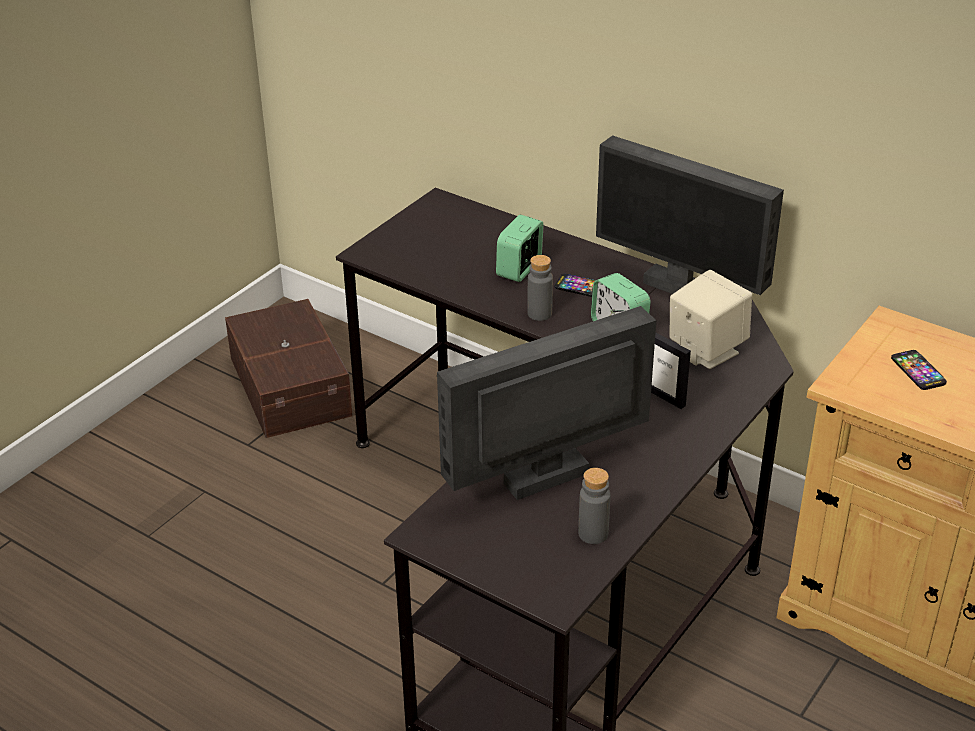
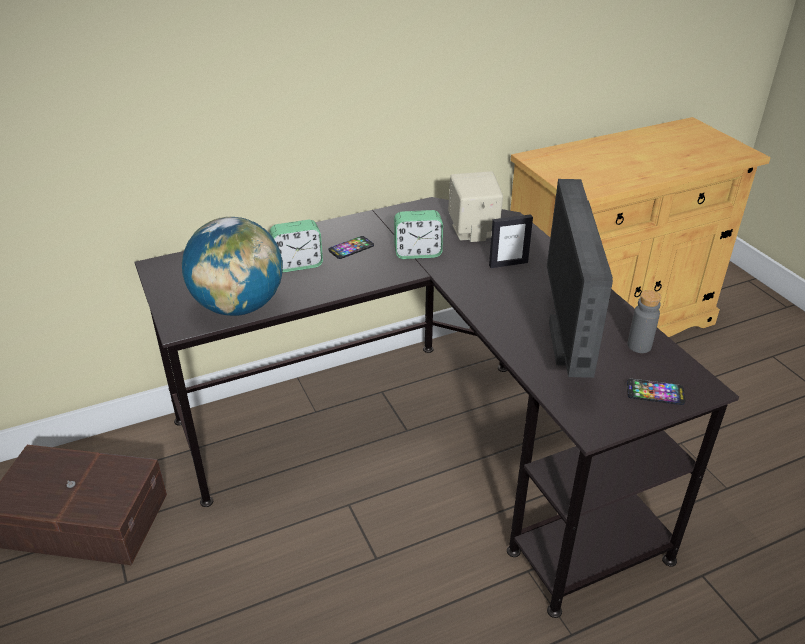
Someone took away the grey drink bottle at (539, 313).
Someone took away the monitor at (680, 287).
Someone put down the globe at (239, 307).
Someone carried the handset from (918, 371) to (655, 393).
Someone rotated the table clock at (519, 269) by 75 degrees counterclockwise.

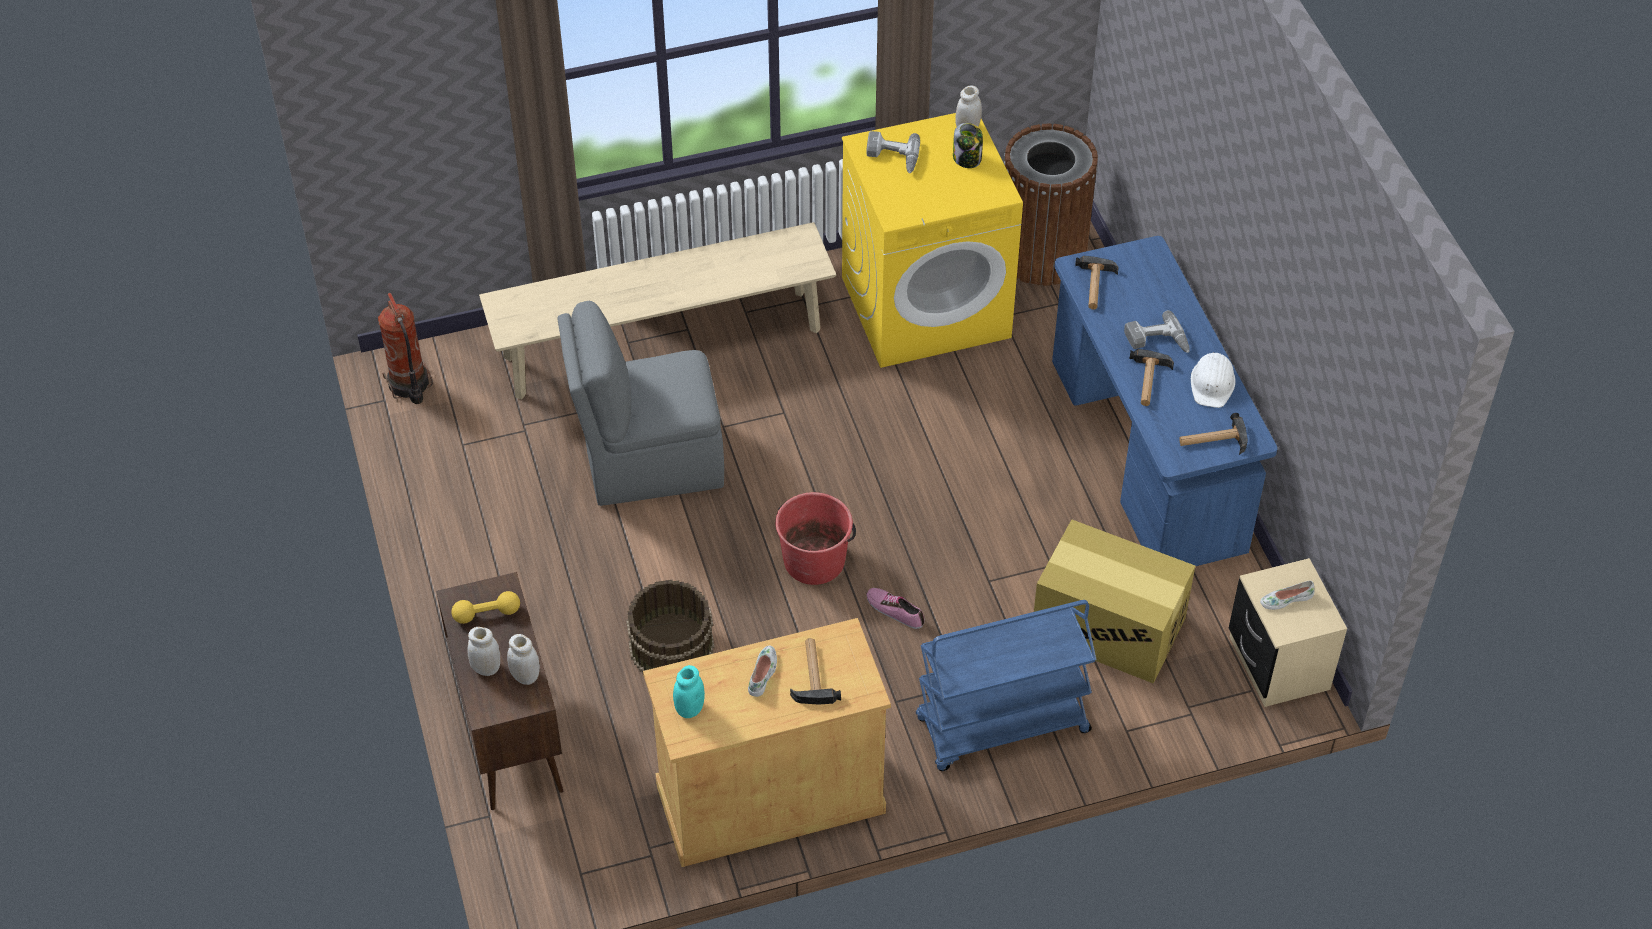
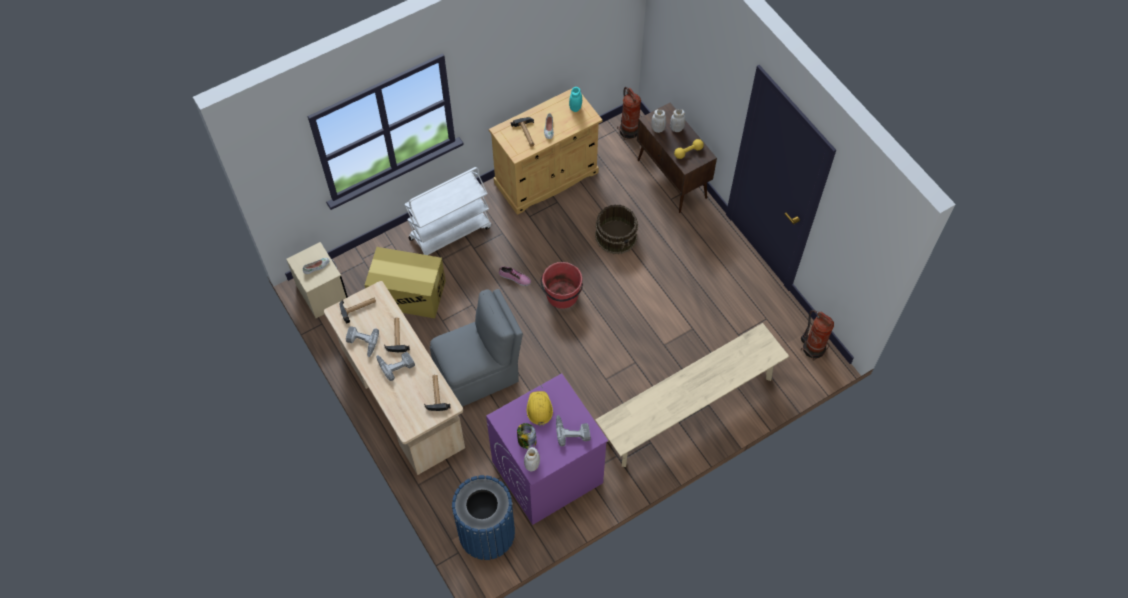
Someone put down the yellow-coloured work helmet at (539, 409).
Someone put down the fire-fighting cylinder at (629, 129).
Someone carried the grey upright chair from (649, 460) to (478, 373).
Someone swapped the white-coloured work helmet at (1212, 383) for the drill at (361, 343).
Someone repainted the yellow-coloured washing machine at (926, 306), which became the purple washing machine at (547, 473).
Someone repainted the bluish cart at (1001, 727), which became the white-coloured cart at (450, 232).
Someone repainted the brown-coloured trash can at (1042, 253), which became the bluish trash can at (486, 533).
Someone repainted the bluish desk unit at (1147, 456), which became the sand-coloured desk unit at (402, 398).

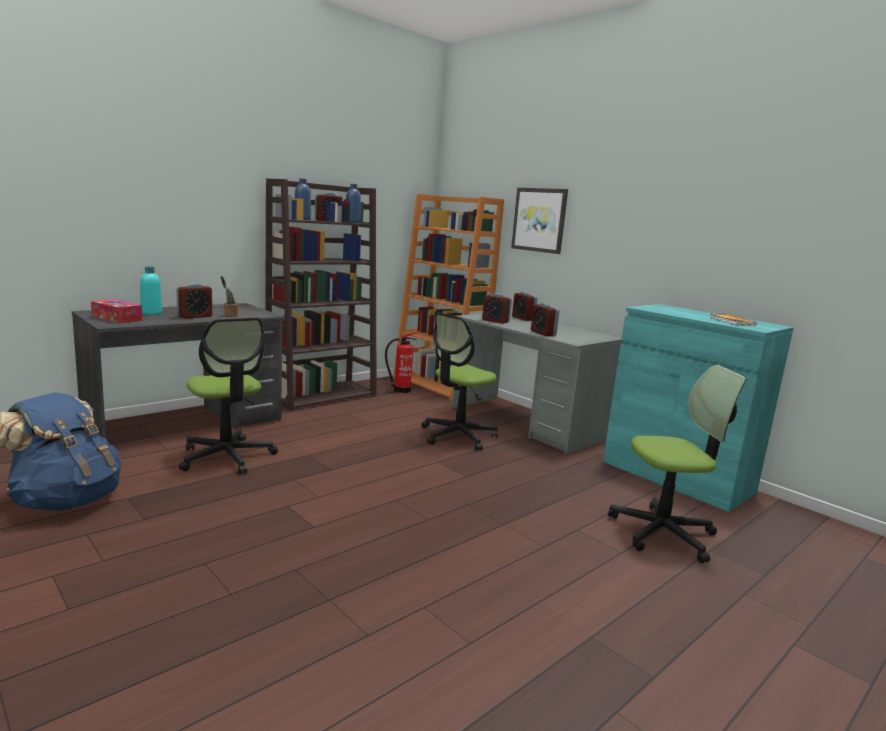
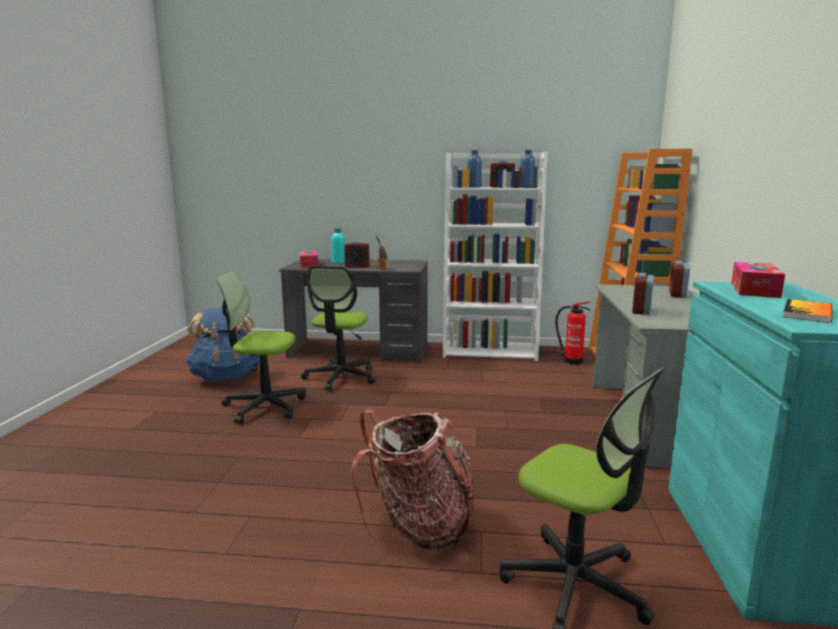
Someone took away the table clock at (495, 321).
Someone took away the wall art at (539, 220).
Someone put down the rucksack at (419, 526).
Someone put down the box of tissues at (754, 290).
Someone carried the computer chair from (457, 436) to (264, 406).
Someone repainted the brown-coloured bookcase at (322, 395), which became the white-coloured bookcase at (490, 351).

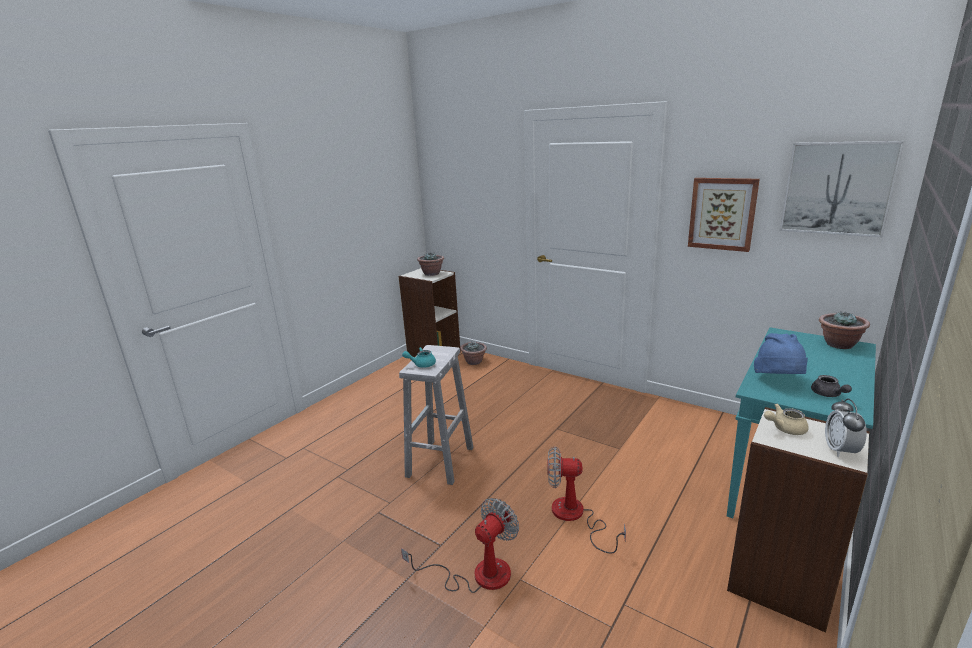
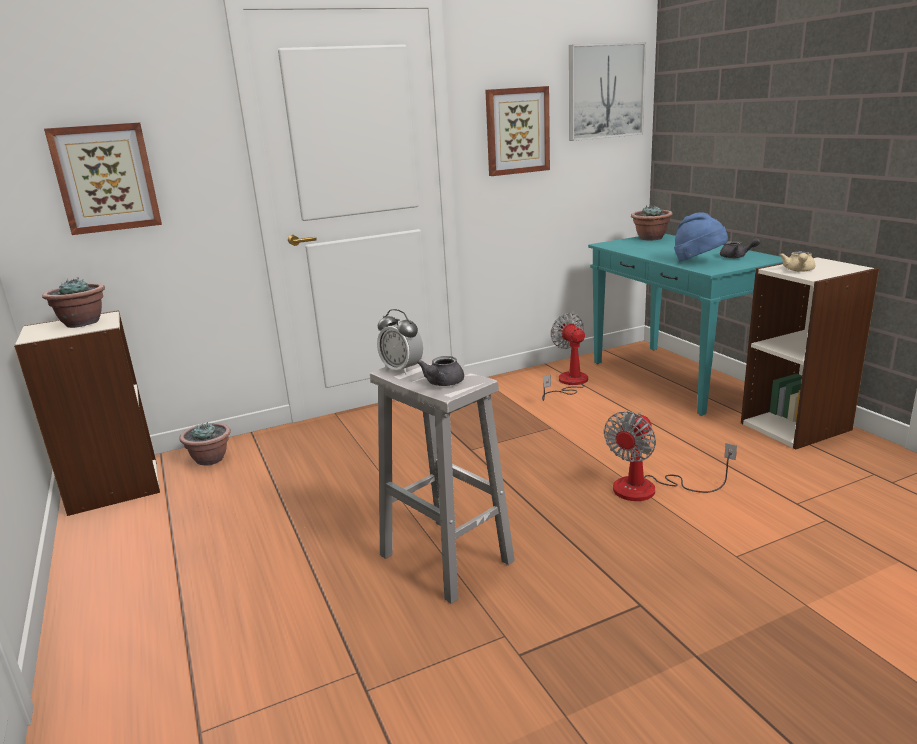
Someone put up the wall art at (106, 178).
Someone carried the cooling fan from (478, 574) to (568, 383).
Someone carried the table clock from (840, 450) to (402, 370).
Someone repainted the turquoise-coloured tea pot at (421, 364), which became the grey tea pot at (442, 383).

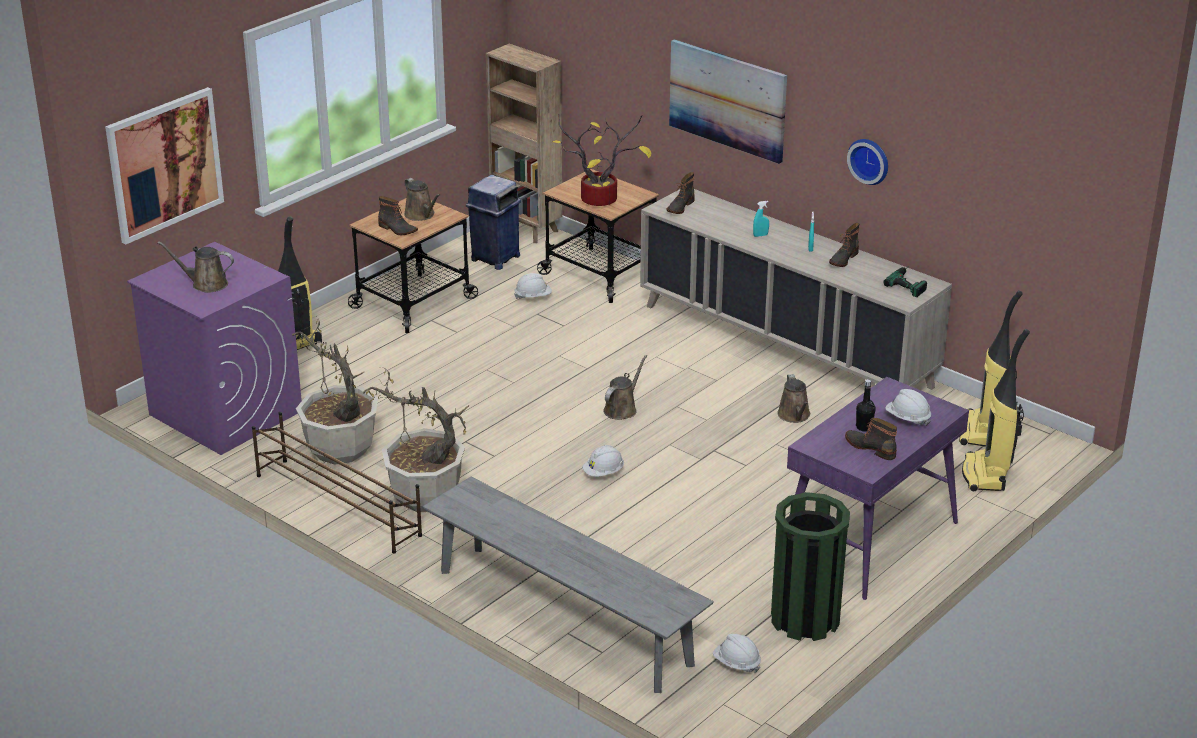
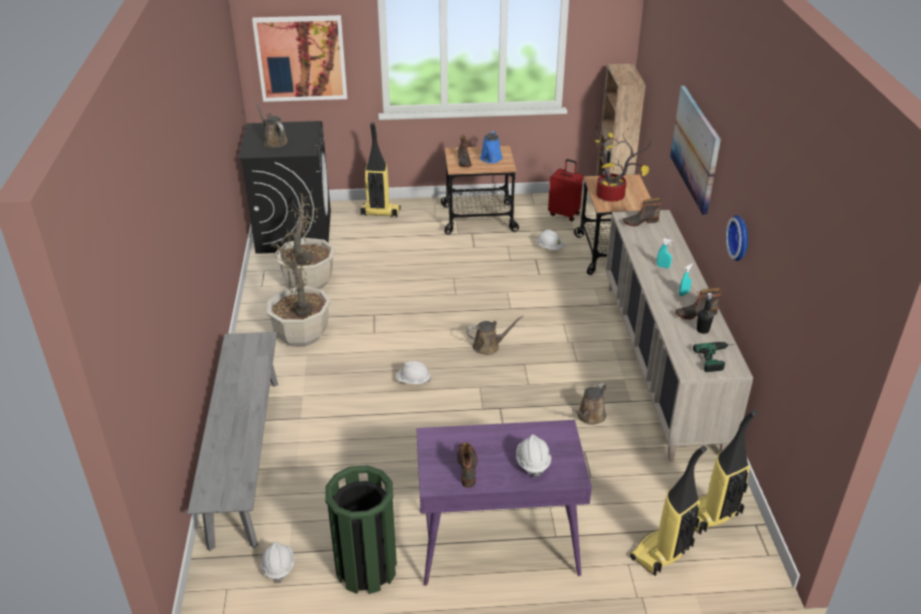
Someone took away the brown-coloured shoe shelf at (337, 504).
Someone carried the blackish drink bottle from (864, 427) to (702, 330).
Someone swapped the bluish trash can at (495, 258) for the reddish suitcase at (564, 214).
Someone repainted the purple washing machine at (224, 412), which became the blackish washing machine at (294, 231).
Someone repainted the brown-coloured sprinkling can at (421, 215), which became the bluish sprinkling can at (490, 159).

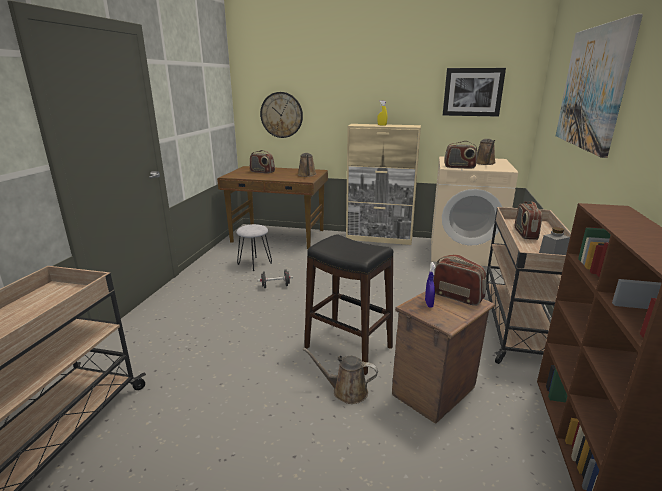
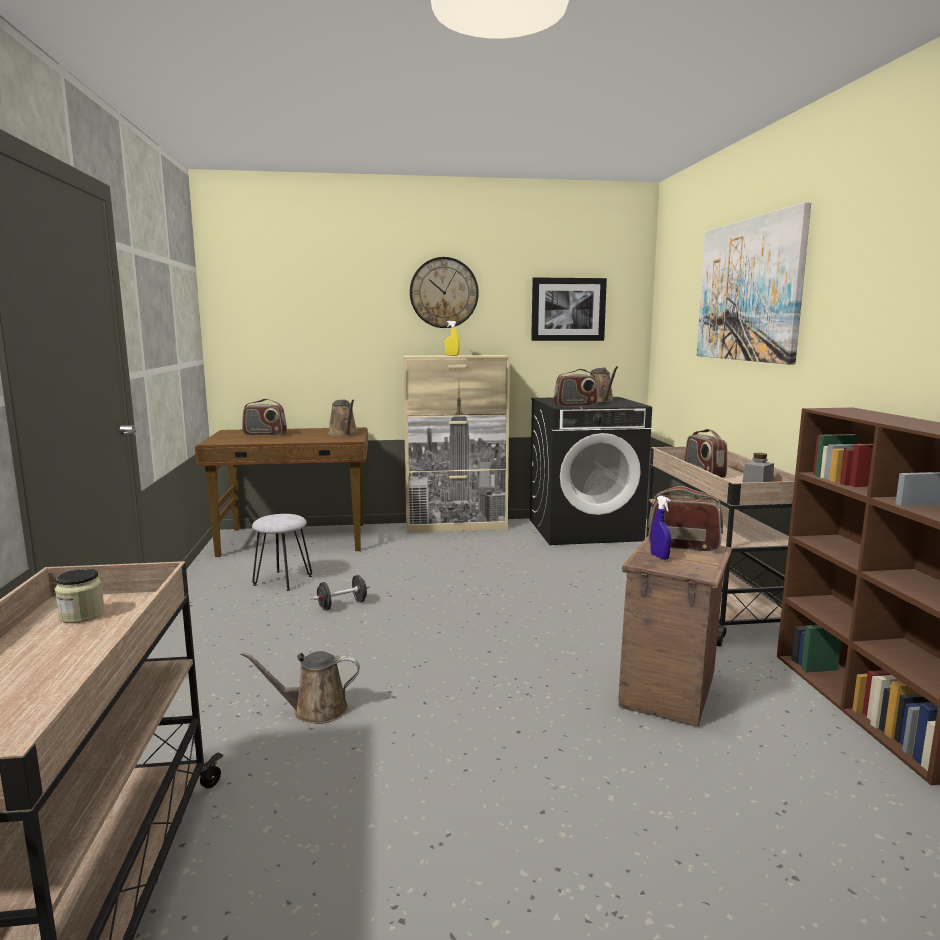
Someone took away the blackish stool seat at (349, 347).
Someone put down the storage jar at (82, 615).
Someone carried the wall clock from (281, 115) to (444, 293).
Someone carried the brown-coloured sprinkling can from (346, 391) to (314, 710).
Someone repainted the sand-coloured washing machine at (464, 252), which became the blackish washing machine at (584, 529).

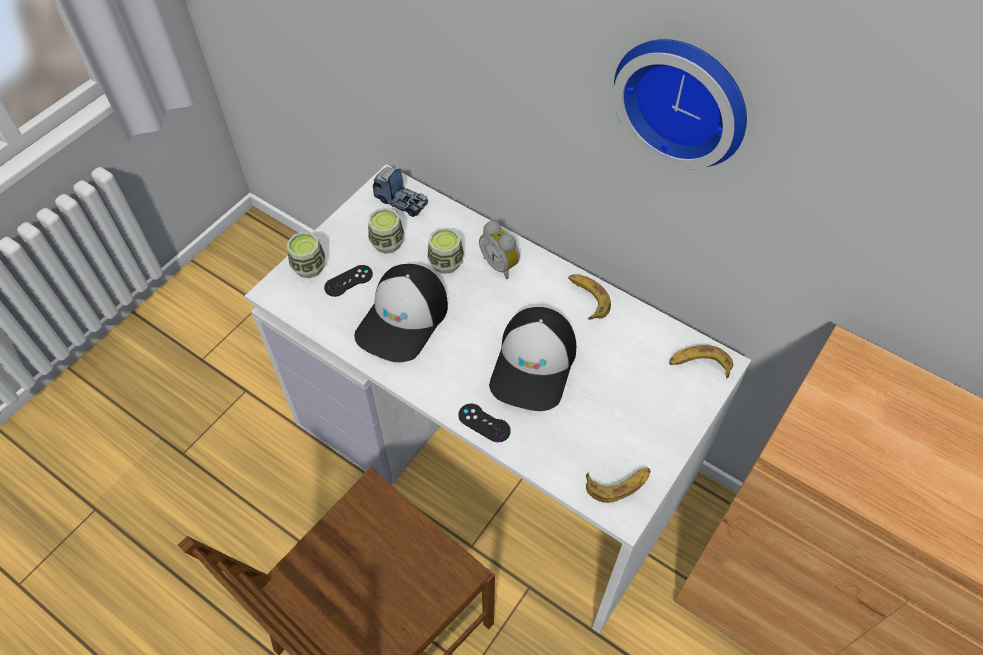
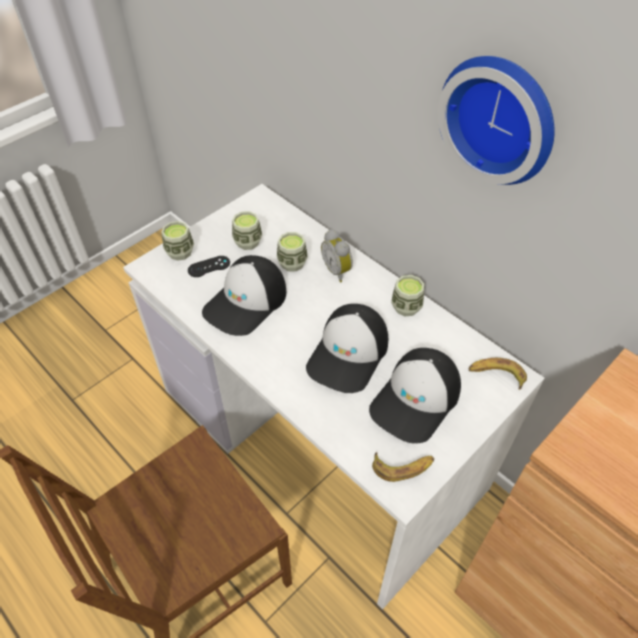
Someone took away the model truck at (401, 201).
Someone took away the blackish joypad at (484, 423).
Someone put down the peaked cap at (416, 400).
Someone swapped the banana at (587, 298) for the cup at (406, 307).

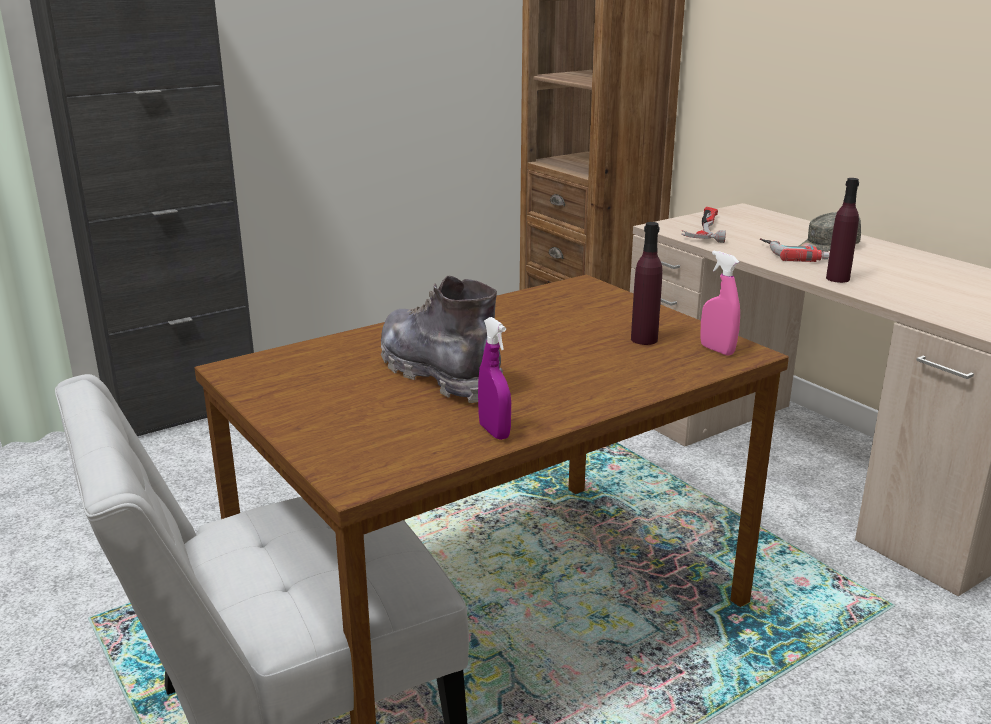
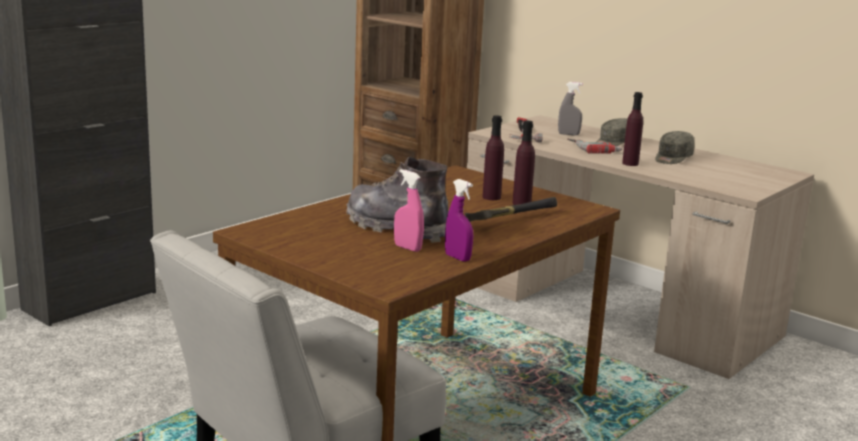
Someone put down the hammer at (507, 220).
Someone put down the purple drink bottle at (491, 197).
Someone put down the grey hand sprayer at (568, 134).
Someone put down the grey peaked cap at (672, 158).
Someone carried the pink-coloured hand sprayer from (717, 350) to (407, 248).

